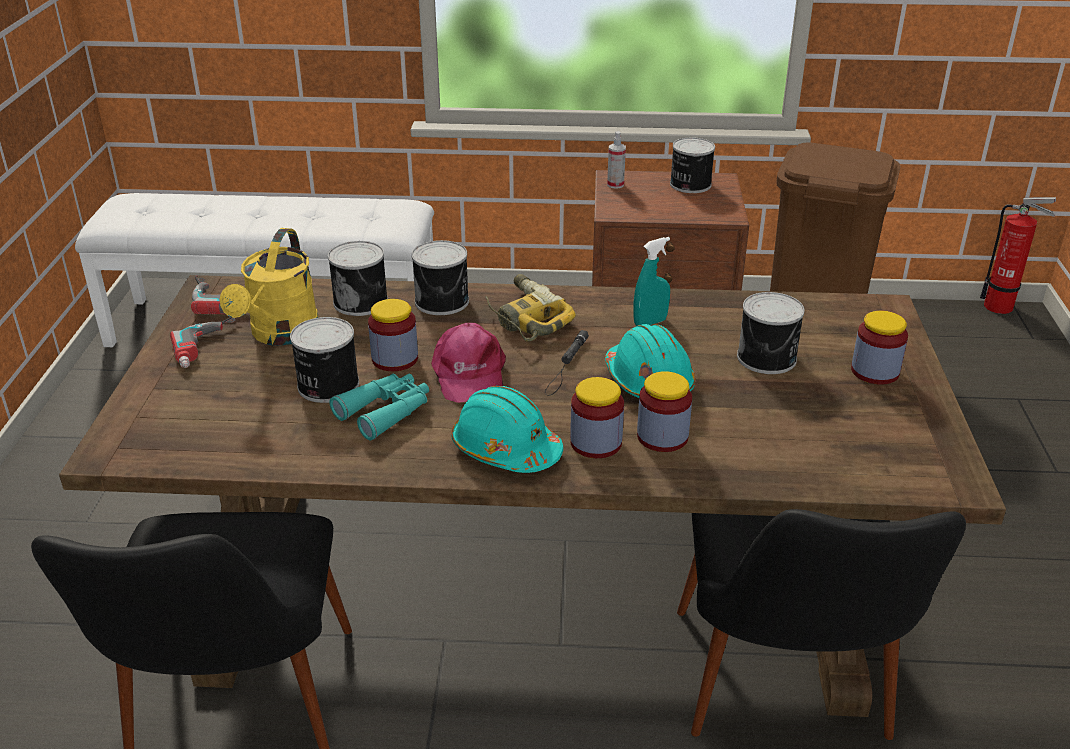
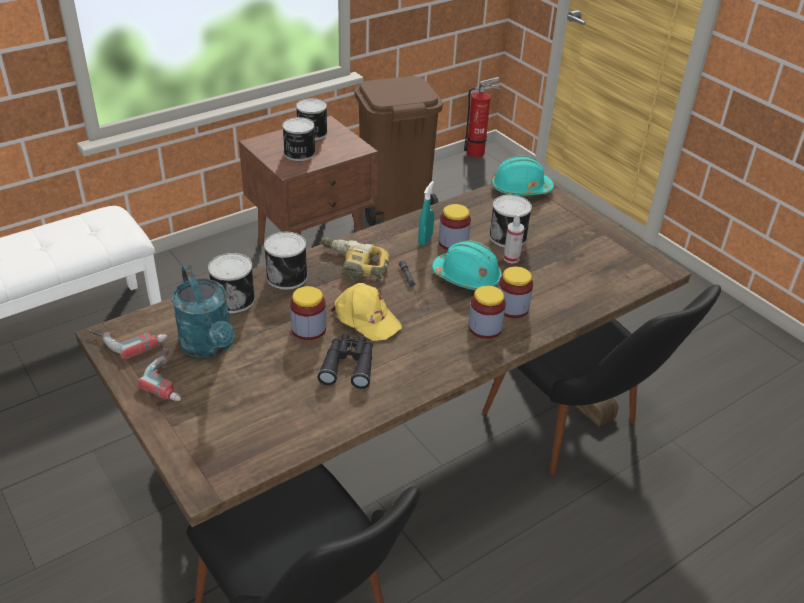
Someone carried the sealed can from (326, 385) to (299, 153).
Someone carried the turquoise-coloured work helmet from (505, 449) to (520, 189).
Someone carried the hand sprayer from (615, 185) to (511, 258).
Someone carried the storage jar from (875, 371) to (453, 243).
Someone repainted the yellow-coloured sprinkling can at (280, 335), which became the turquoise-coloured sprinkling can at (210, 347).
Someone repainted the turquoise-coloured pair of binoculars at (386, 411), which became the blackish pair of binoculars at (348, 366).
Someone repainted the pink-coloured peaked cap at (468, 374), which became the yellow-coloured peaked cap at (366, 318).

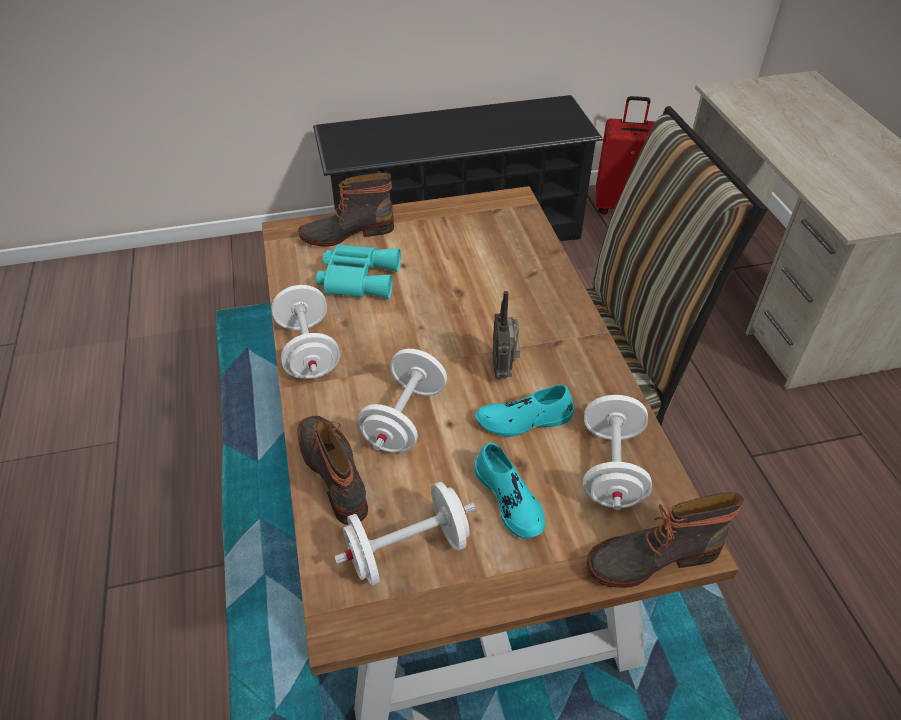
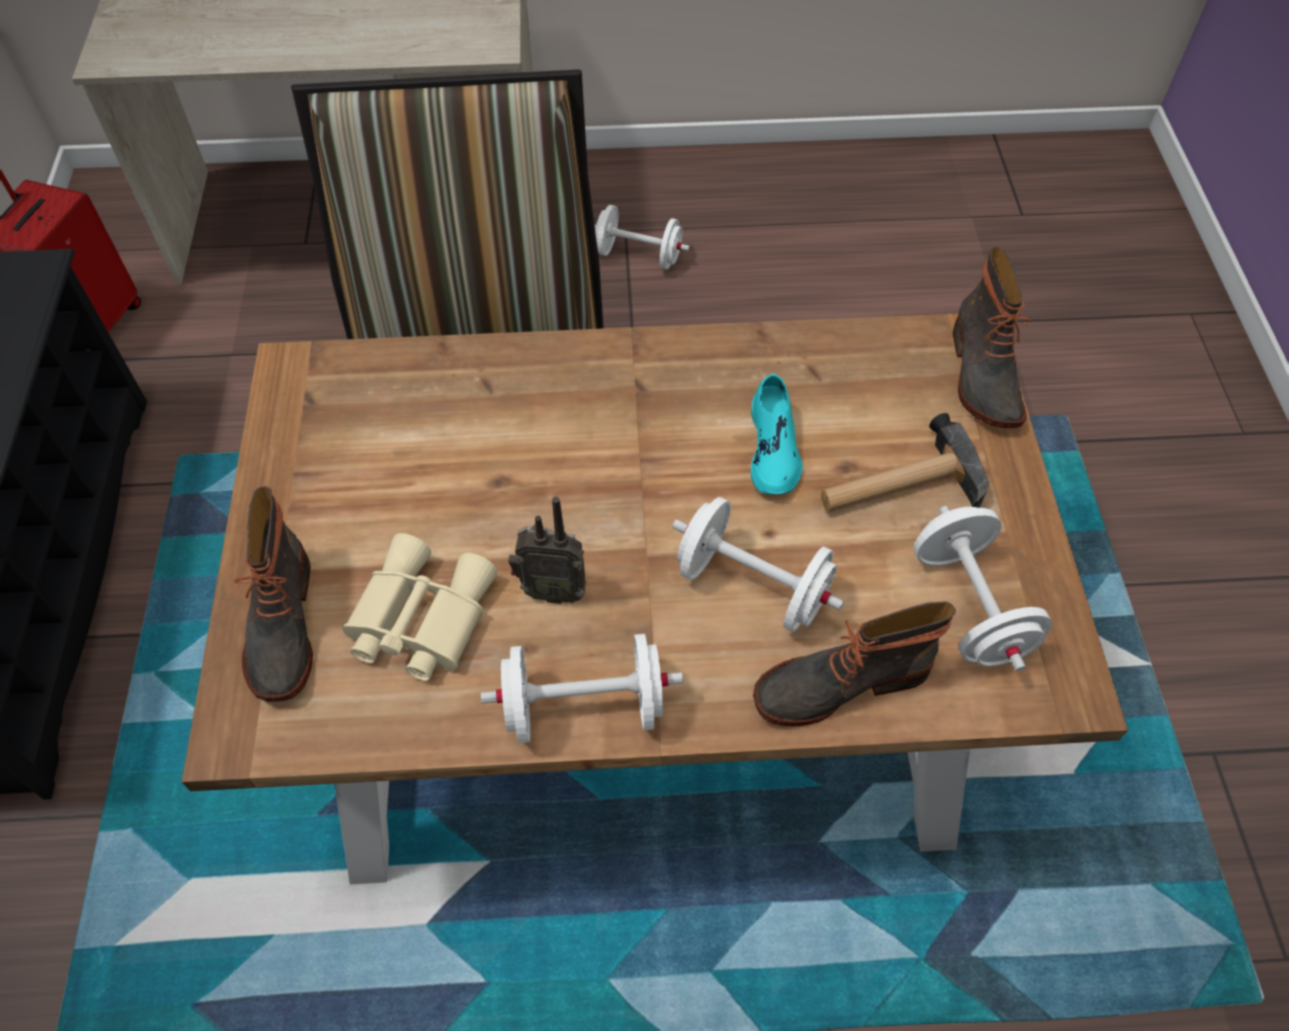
Someone carried the radio set from (504, 370) to (552, 590).
Someone carried the white-coloured dumbbell from (611, 469) to (638, 255).
Someone swapped the turquoise-coloured low shoe at (509, 499) for the hammer at (898, 488).
Someone repainted the turquoise-coloured pair of binoculars at (358, 277), which became the sand-coloured pair of binoculars at (418, 618).

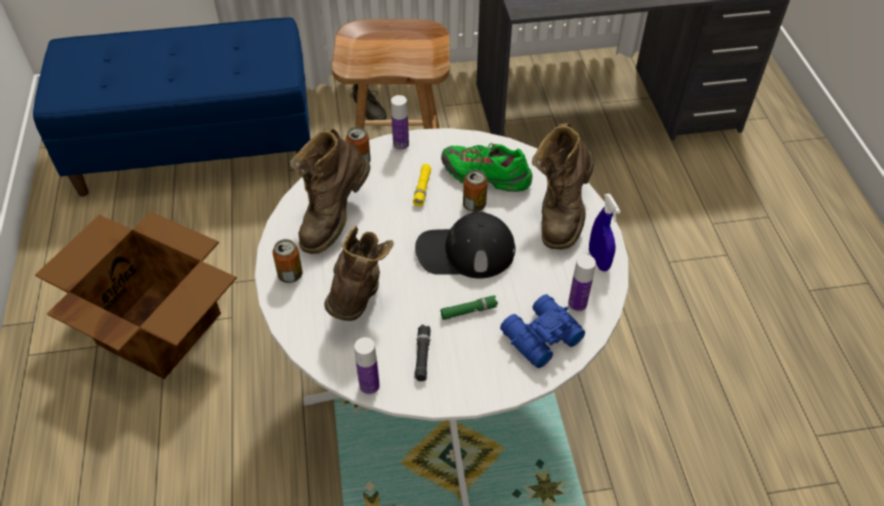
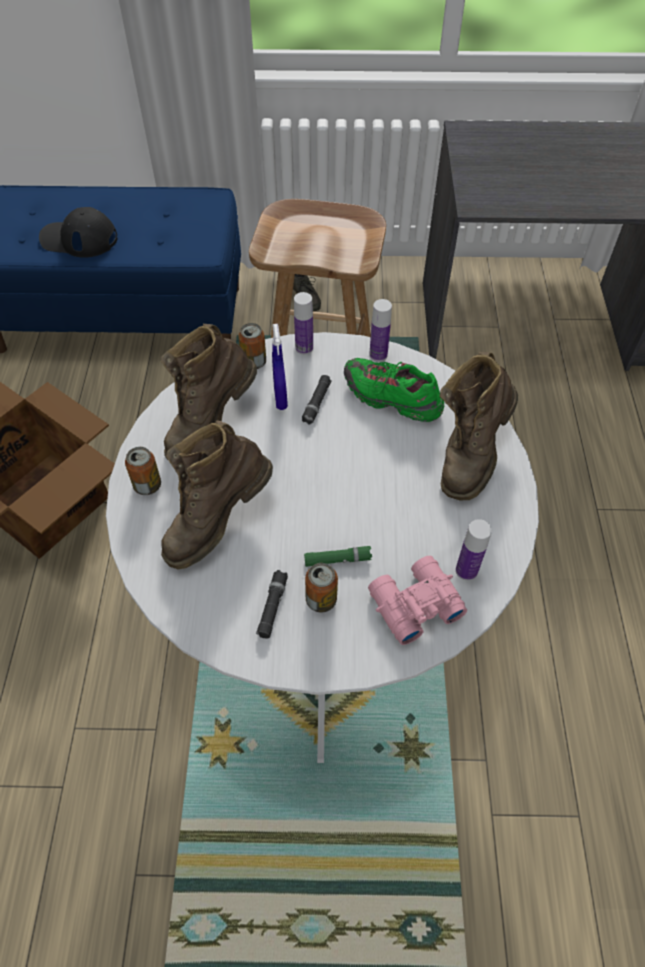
Someone carried the drink bottle from (369, 386) to (378, 355).
Someone carried the blackish peaked cap from (465, 251) to (79, 239).
Someone carried the sealed can from (474, 205) to (321, 600).
Someone carried the bluish hand sprayer from (598, 260) to (280, 398).
Someone repainted the yellow-coloured torch at (422, 188), which became the blackish torch at (316, 403).
Someone repainted the bluish pair of binoculars at (539, 336), which became the pink-coloured pair of binoculars at (413, 604).
Someone rotated the brown-coloured high-top boot at (358, 296) by 150 degrees counterclockwise.

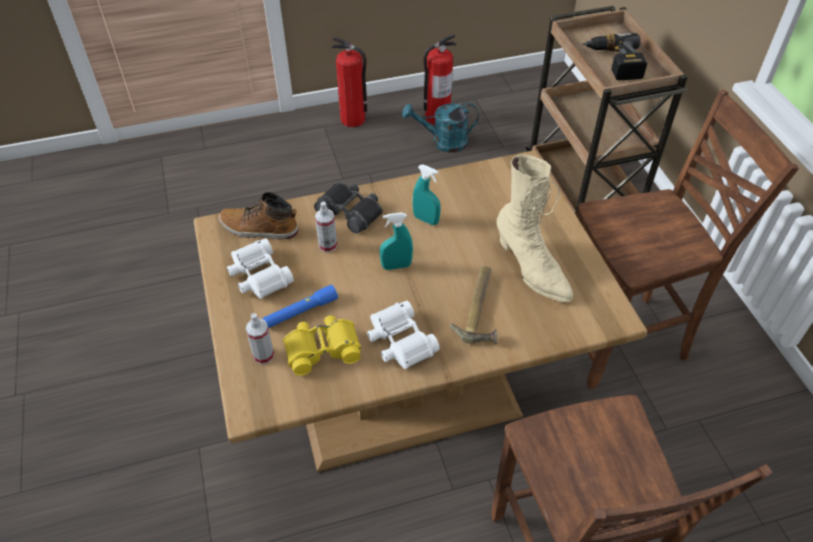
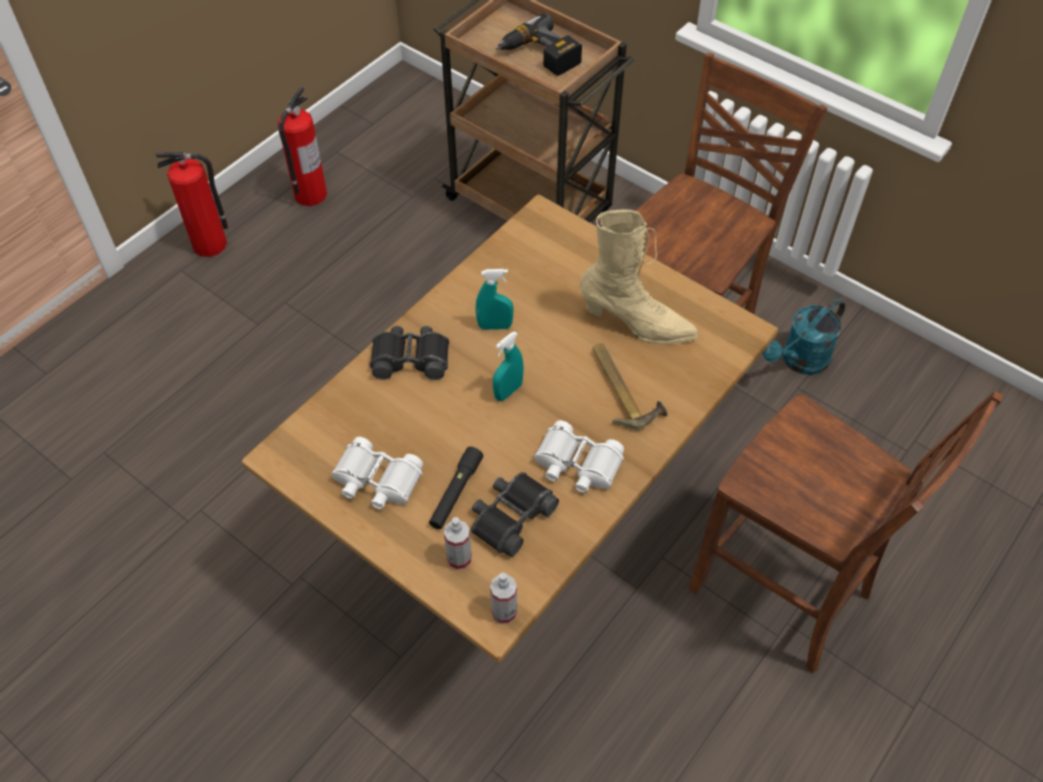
Someone took away the high-top boot at (259, 229).
Someone carried the hand sprayer from (328, 245) to (504, 612).
Someone carried the turquoise-coloured sprinkling can from (443, 142) to (799, 361).
Someone repainted the bluish torch at (301, 312), which became the blackish torch at (455, 493).
Someone repainted the yellow-coloured pair of binoculars at (322, 349), which became the blackish pair of binoculars at (511, 516).

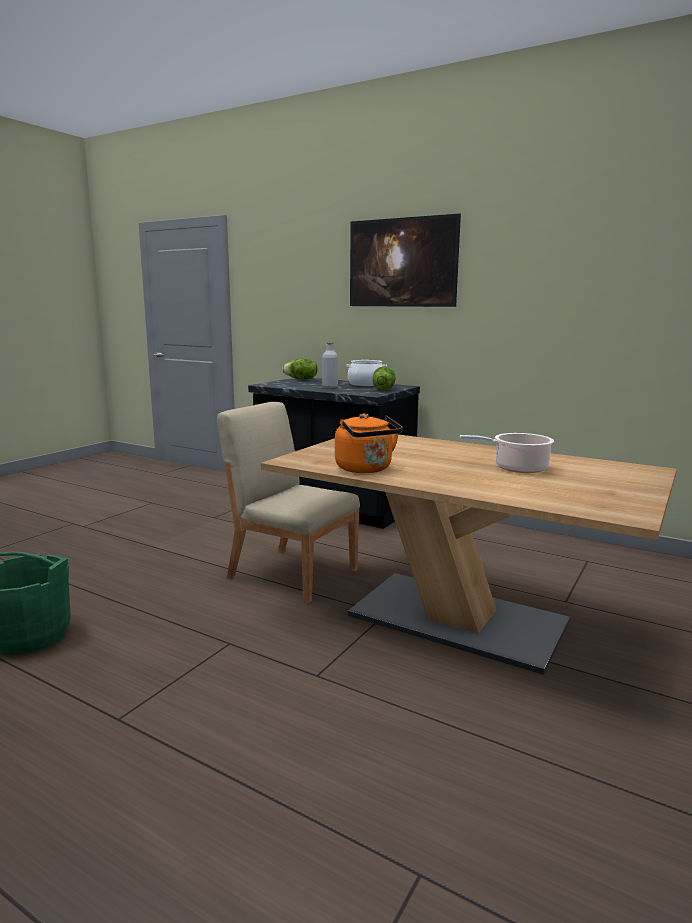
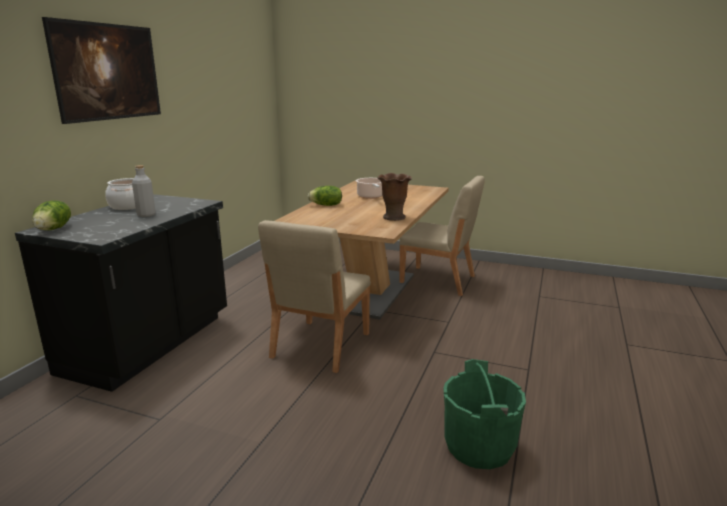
Someone put down the sand-coloured upright chair at (439, 281).
Someone carried the head of lettuce from (383, 390) to (326, 205).
Someone swapped the orange tea kettle at (366, 469) for the brown-coloured decorative vase at (394, 217).

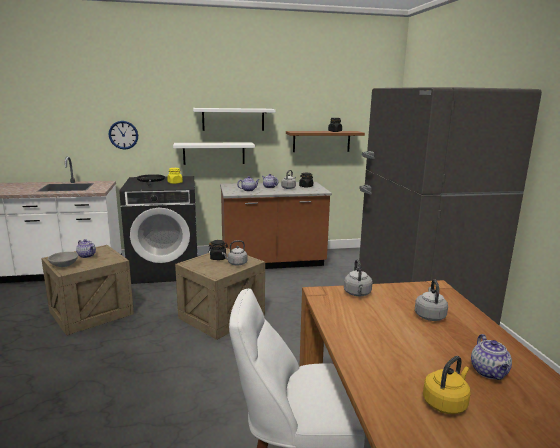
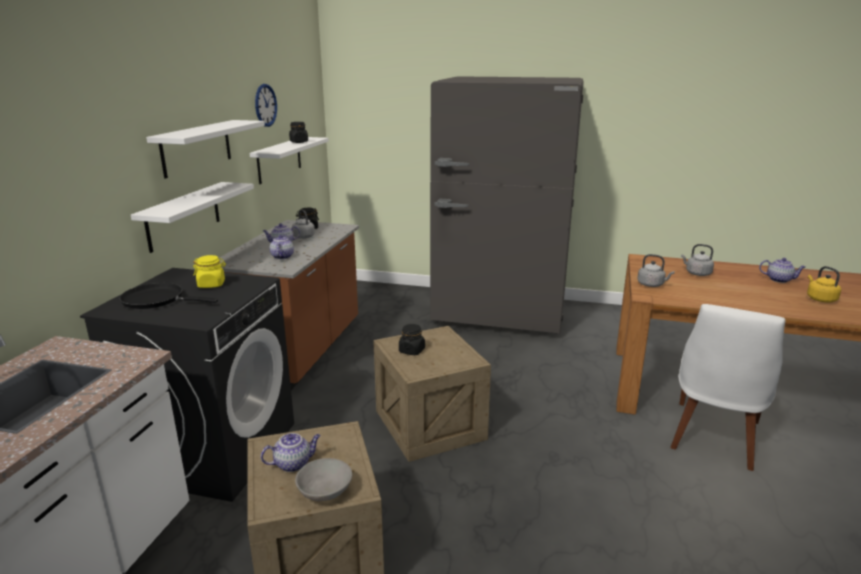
Someone took away the grey tea kettle at (236, 263).
Someone carried the wall clock from (123, 135) to (265, 105).
Someone repainted the brown-coloured shelf at (321, 141), which became the white-coloured shelf at (279, 159).

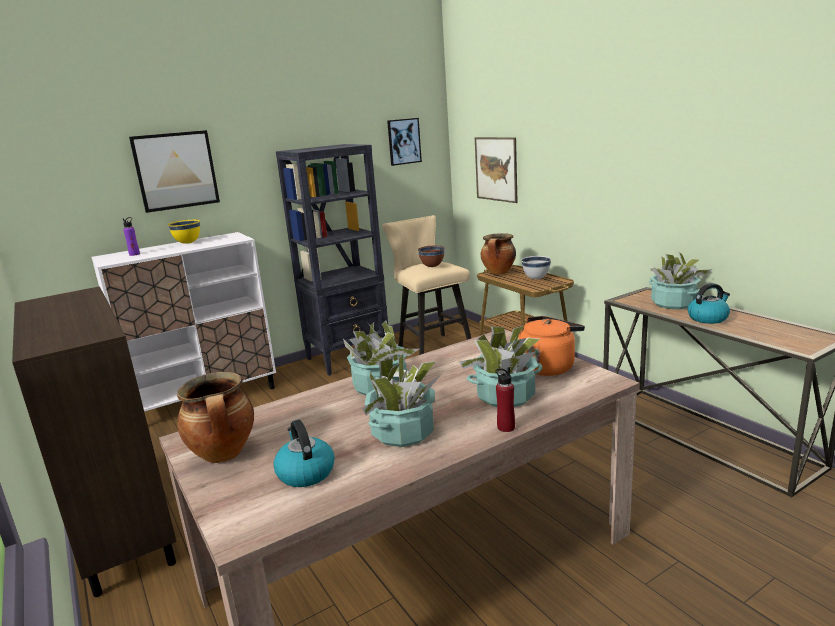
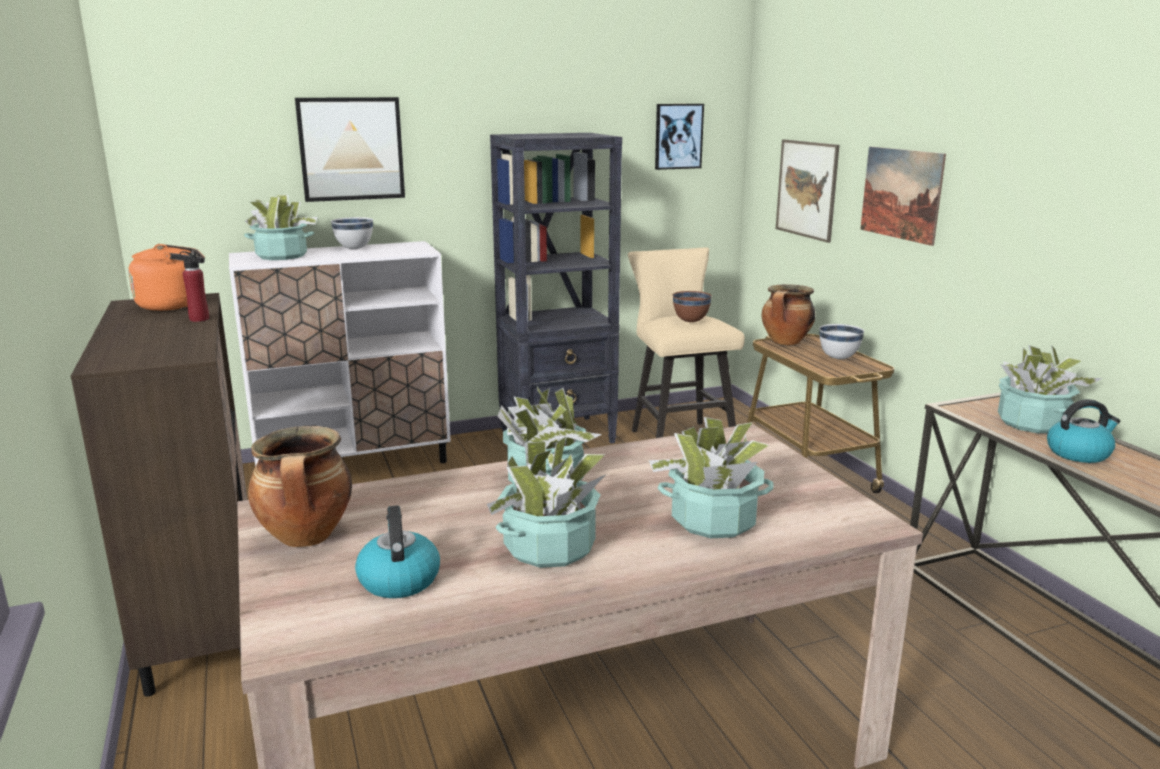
Someone put up the wall art at (901, 194).
Someone carried the reddish drink bottle from (506, 427) to (199, 319).
Someone carried the orange tea kettle from (548, 366) to (175, 305).
Someone swapped the purple drink bottle at (134, 254) for the potted plant at (281, 256).
Someone repainted the yellow-coloured serving bowl at (187, 243), which became the white-coloured serving bowl at (354, 249).

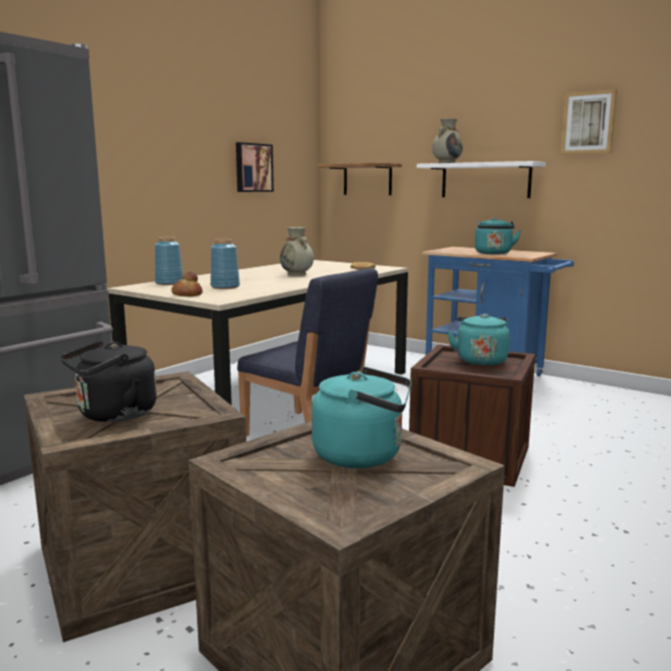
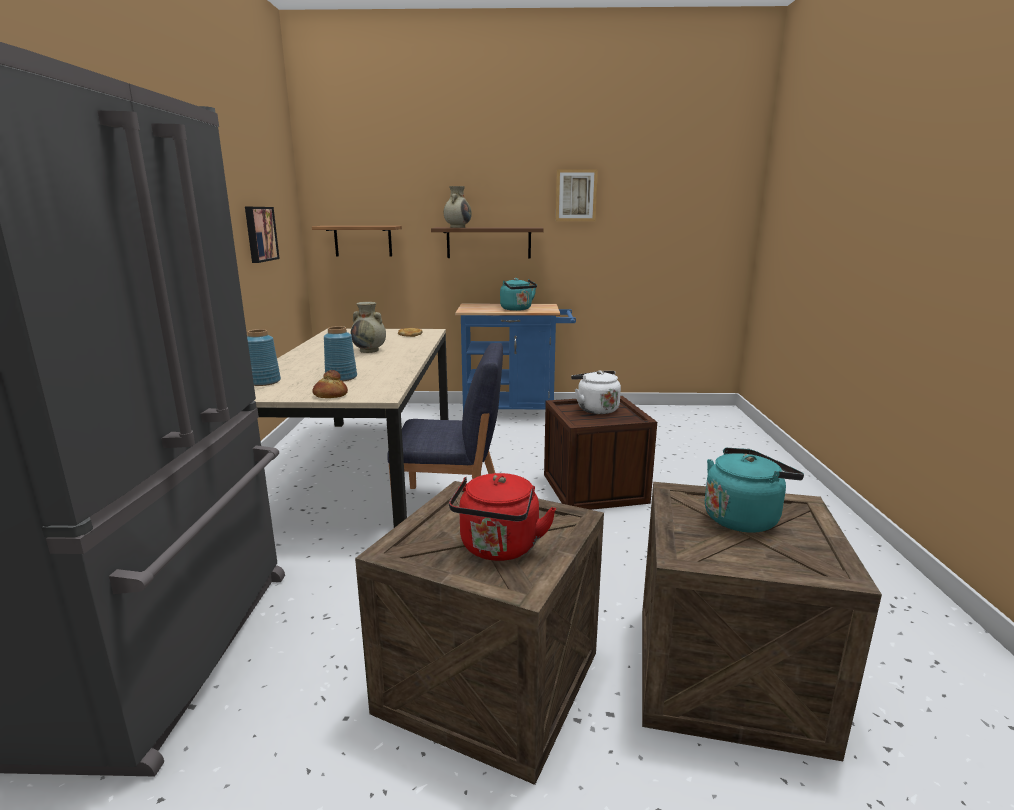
Someone repainted the blackish tea kettle at (113, 415), which became the reddish tea kettle at (499, 549).
Someone repainted the white-coloured shelf at (485, 180), which became the brown-coloured shelf at (488, 242).
Someone repainted the turquoise-coloured tea kettle at (480, 360), which became the white-coloured tea kettle at (595, 409).

